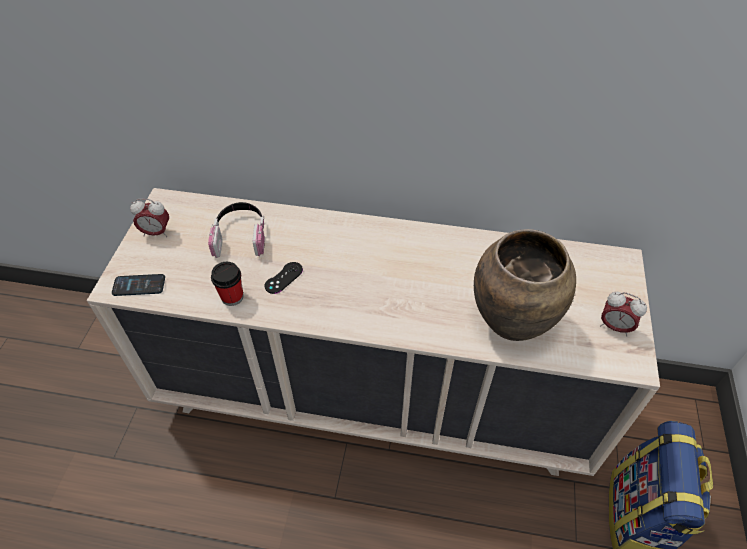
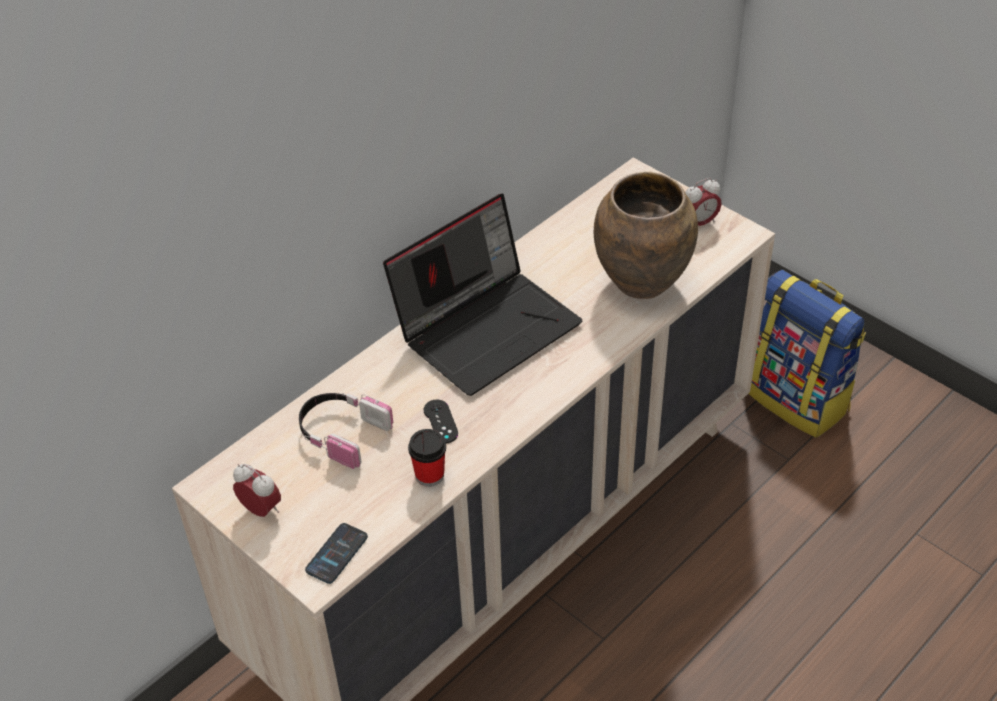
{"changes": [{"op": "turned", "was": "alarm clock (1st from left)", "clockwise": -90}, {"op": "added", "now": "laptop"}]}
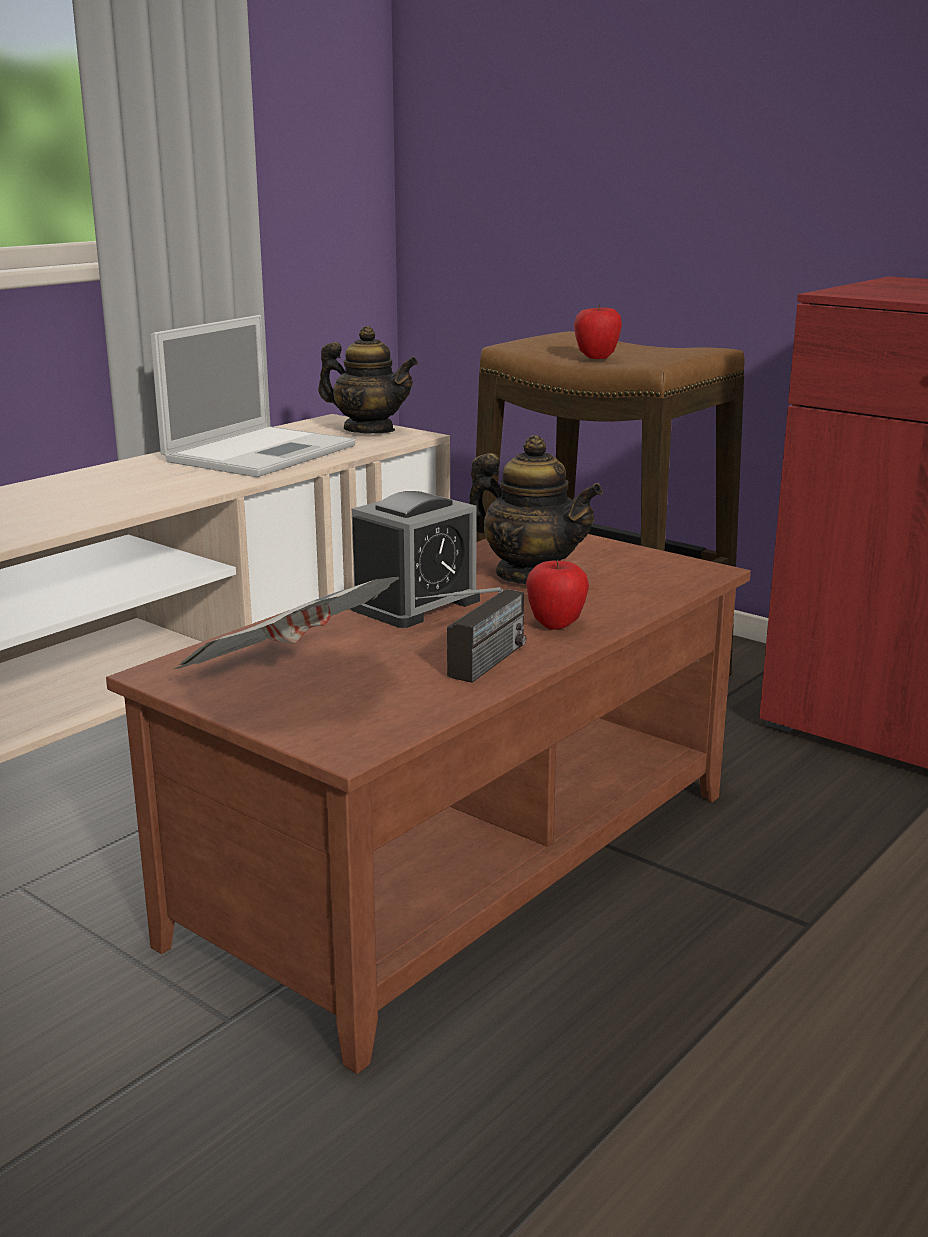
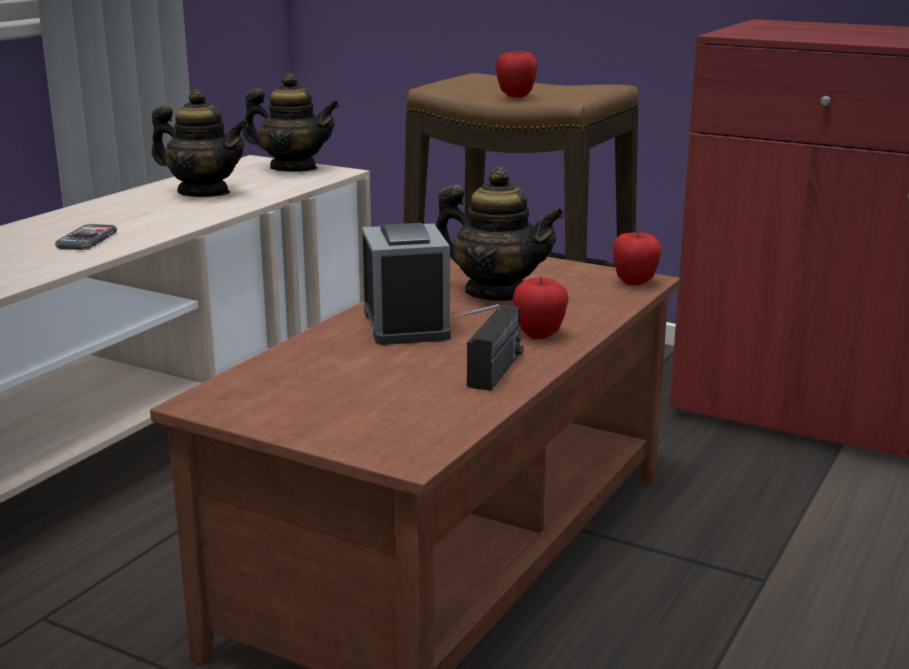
{"changes": [{"op": "added", "now": "handset"}, {"op": "replaced", "was": "laptop", "now": "pot for tea (1st from left)"}, {"op": "turned", "was": "alarm clock", "clockwise": -45}, {"op": "added", "now": "apple fruit (3rd from left)"}, {"op": "removed", "was": "daily paper"}]}
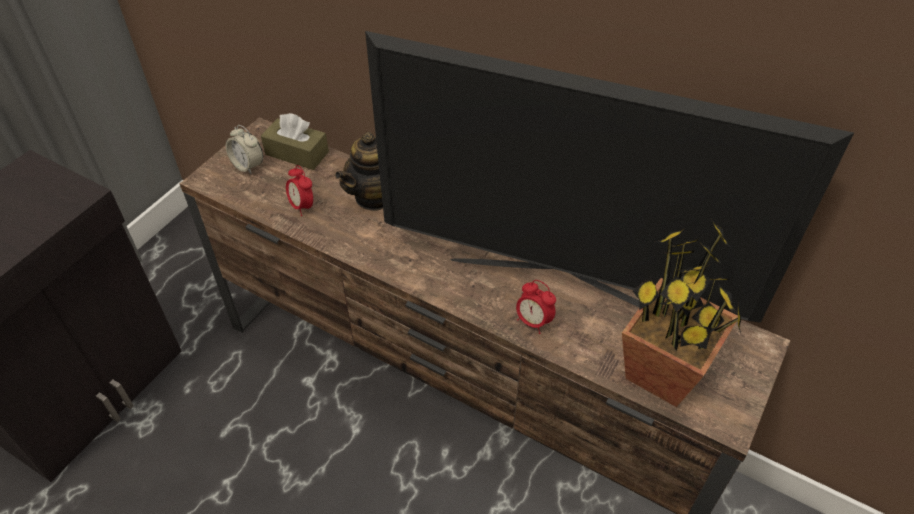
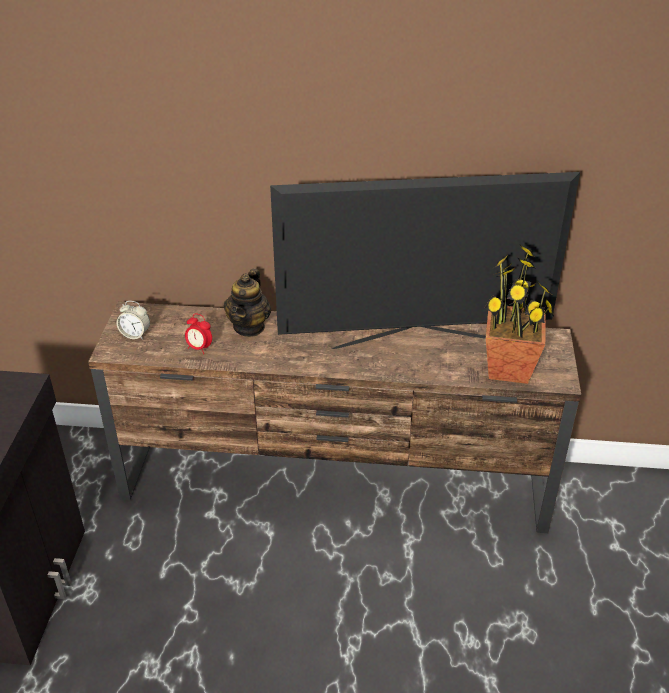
{"changes": [{"op": "removed", "was": "brown box of tissues"}, {"op": "removed", "was": "alarm clock (3rd from left)"}]}
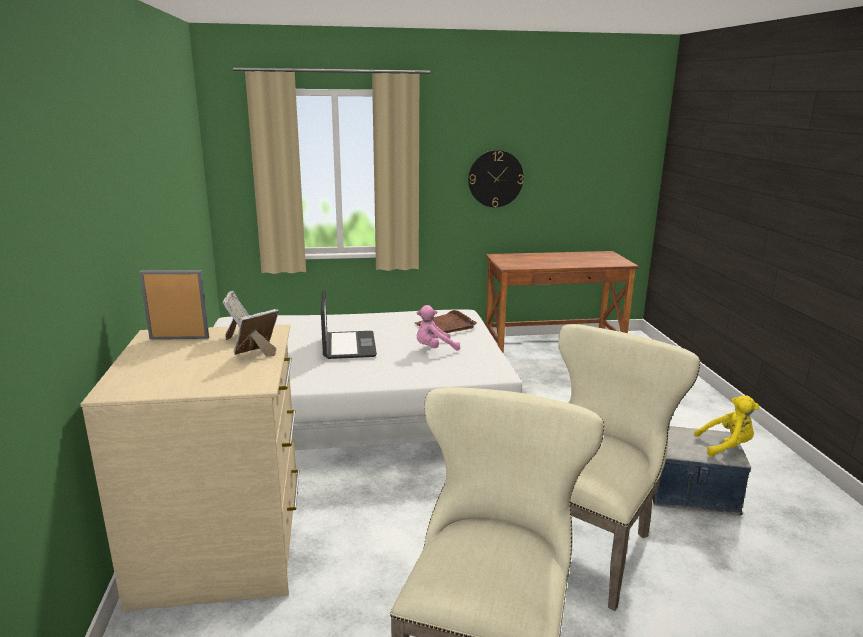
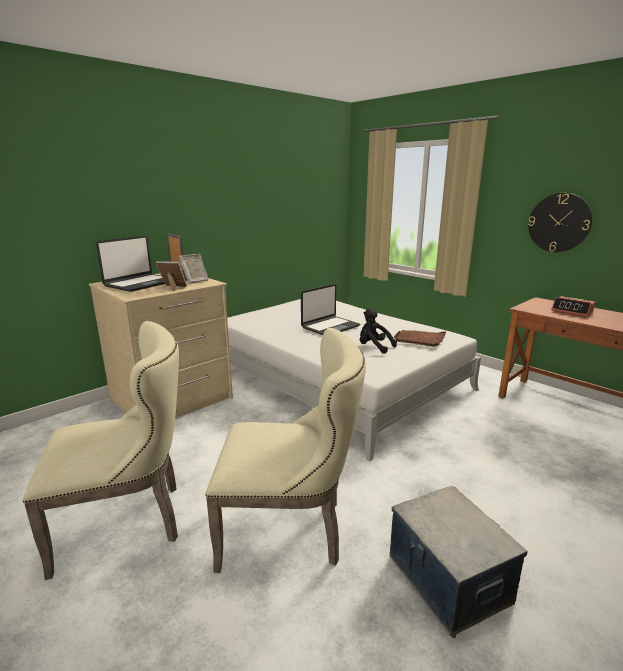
{"changes": [{"op": "added", "now": "laptop (1st from left)"}, {"op": "recoloured", "was": "pink soft toy", "now": "blackish soft toy"}, {"op": "added", "now": "alarm clock"}, {"op": "removed", "was": "yellow-coloured soft toy"}]}
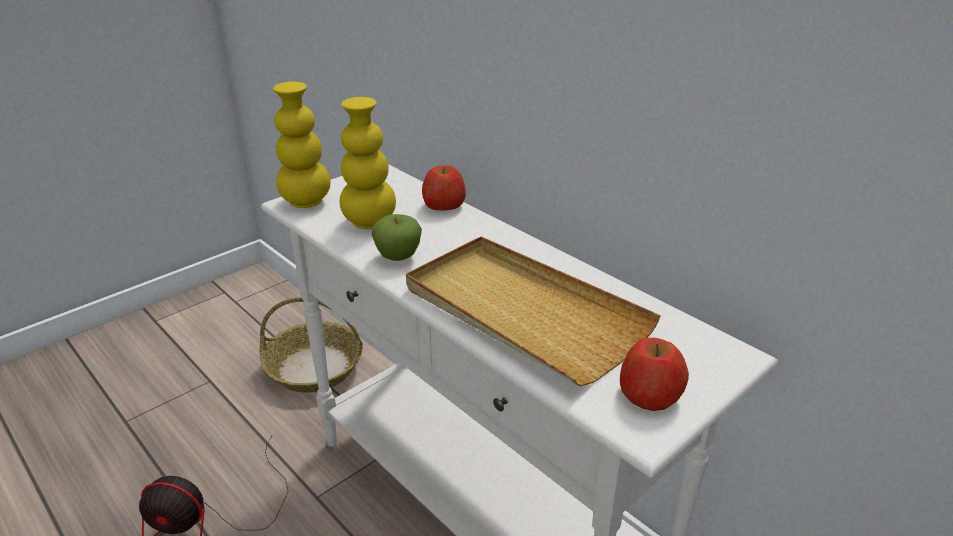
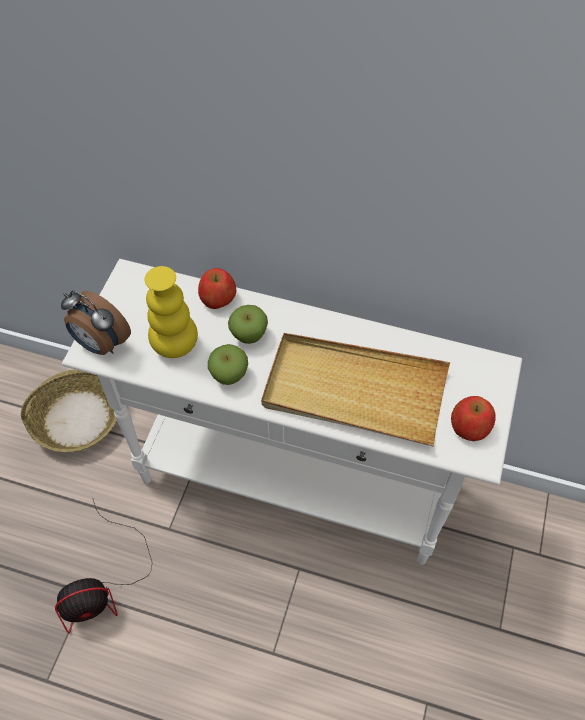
{"changes": [{"op": "replaced", "was": "yellow-coloured vase (1st from left)", "now": "alarm clock"}, {"op": "added", "now": "apple fruit (3rd from left)"}]}
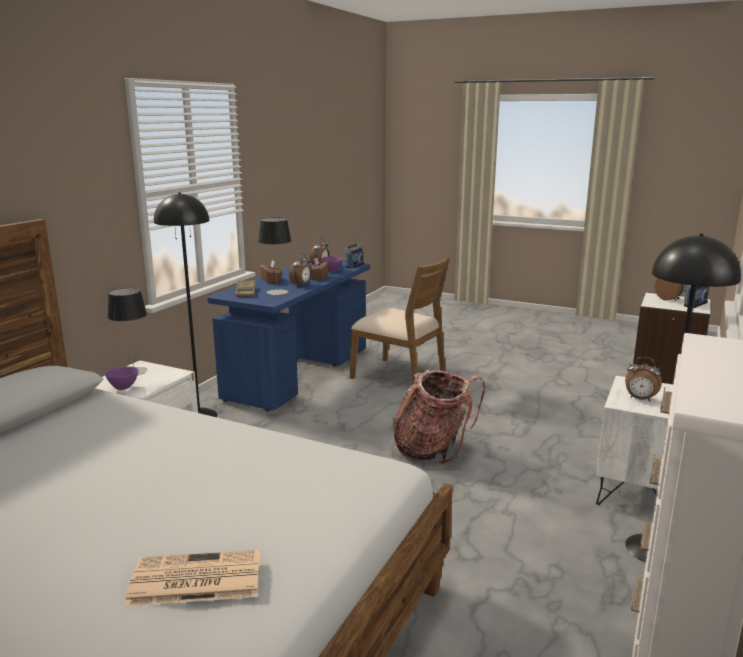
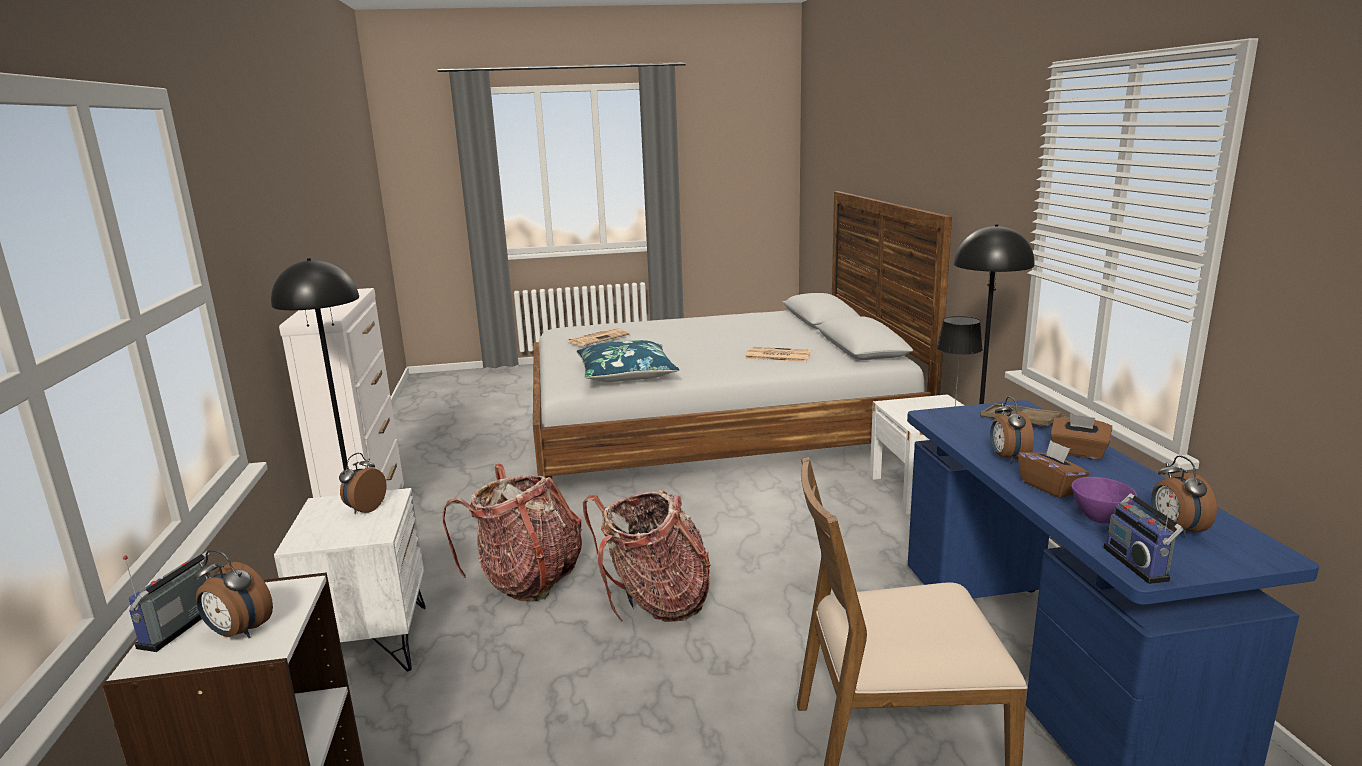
{"changes": [{"op": "turned", "was": "alarm clock (3rd from left in the first image)", "clockwise": -60}, {"op": "added", "now": "rucksack (1st from left)"}, {"op": "added", "now": "bluish pillow"}, {"op": "added", "now": "daily paper (2nd from left)"}, {"op": "removed", "was": "purple deep dish (1st from left)"}, {"op": "removed", "was": "tabletop lamp (2nd from left)"}]}
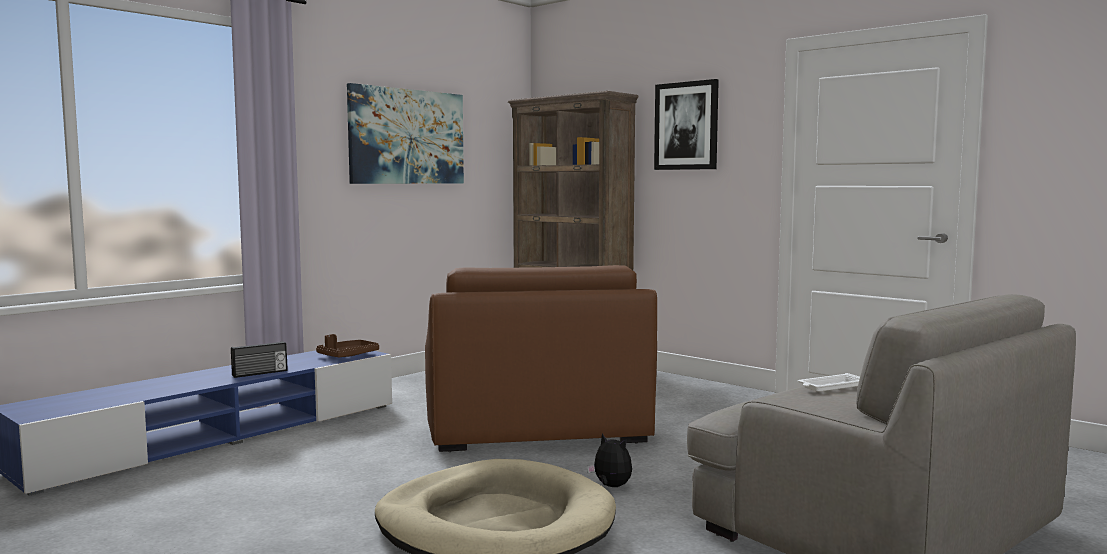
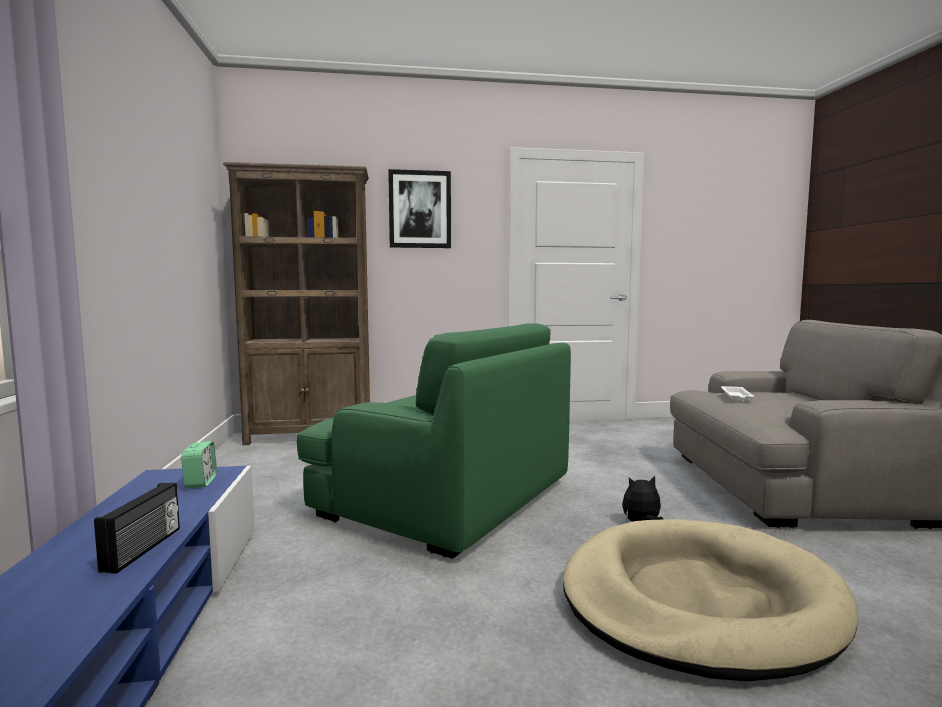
{"changes": [{"op": "replaced", "was": "brown tray", "now": "alarm clock"}, {"op": "recoloured", "was": "brown lounge chair", "now": "green-coloured lounge chair"}, {"op": "removed", "was": "wall art (1st from left)"}]}
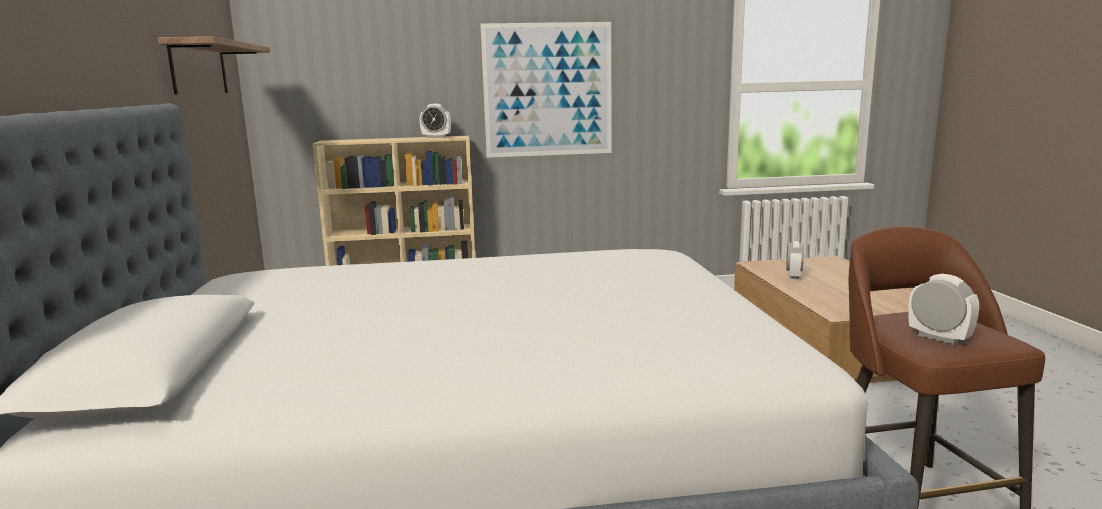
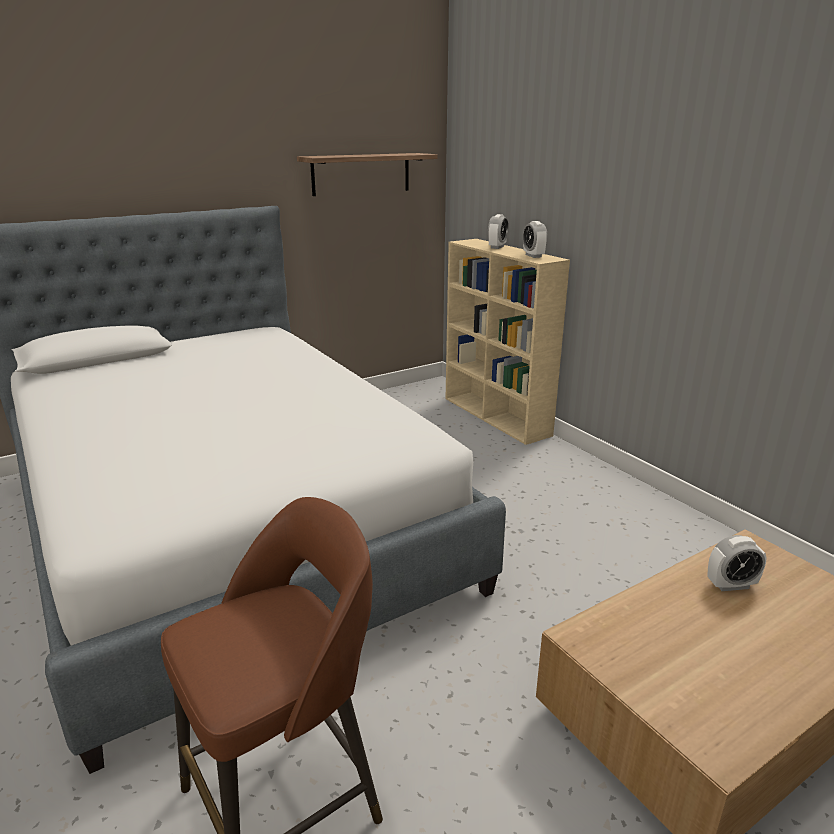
{"changes": [{"op": "moved", "was": "alarm clock (3rd from left in the first image)", "now": "alarm clock (1st from left)"}, {"op": "removed", "was": "wall art"}]}
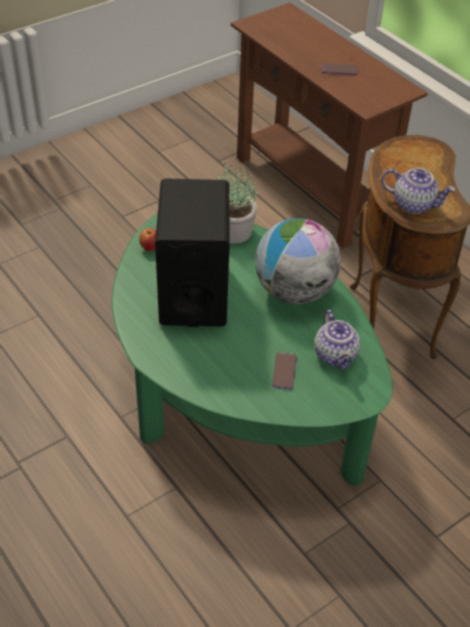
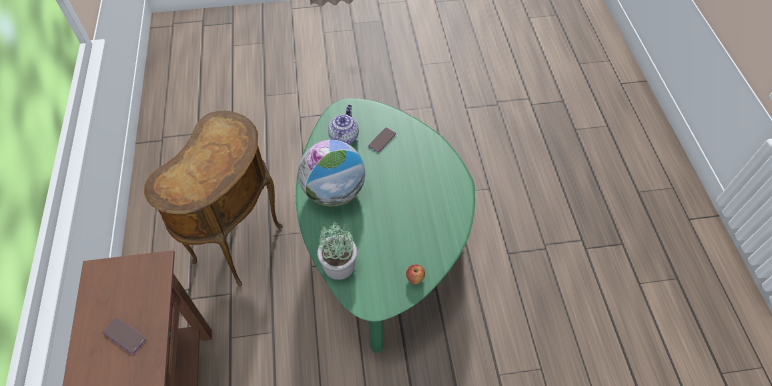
{"changes": [{"op": "removed", "was": "blackish audio speaker"}, {"op": "removed", "was": "pot for tea (2nd from left)"}]}
